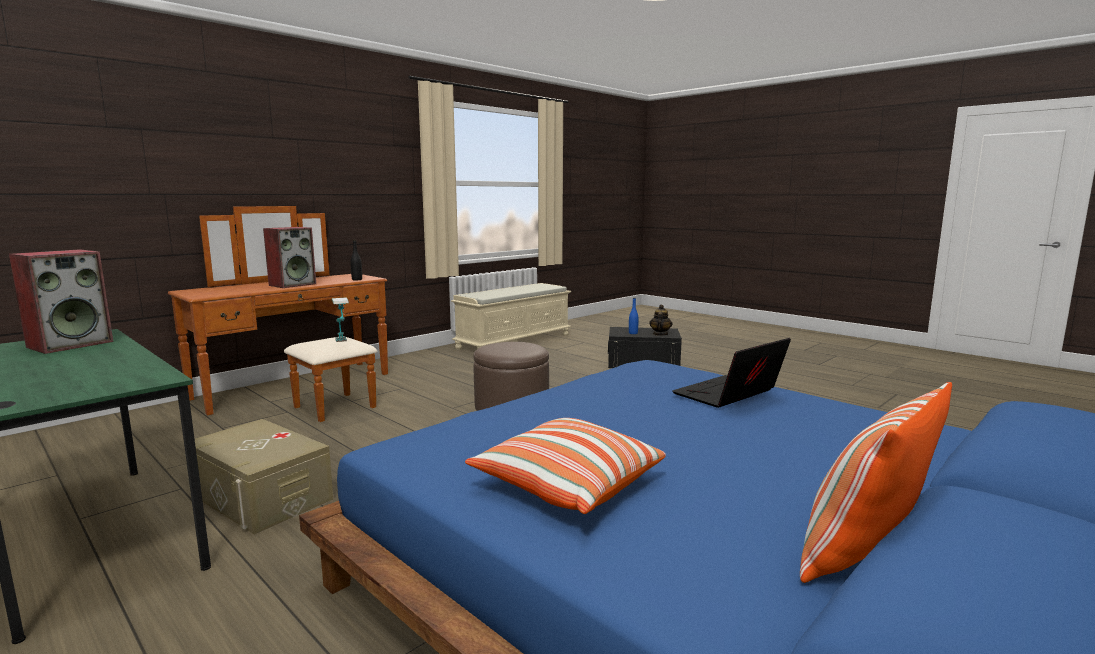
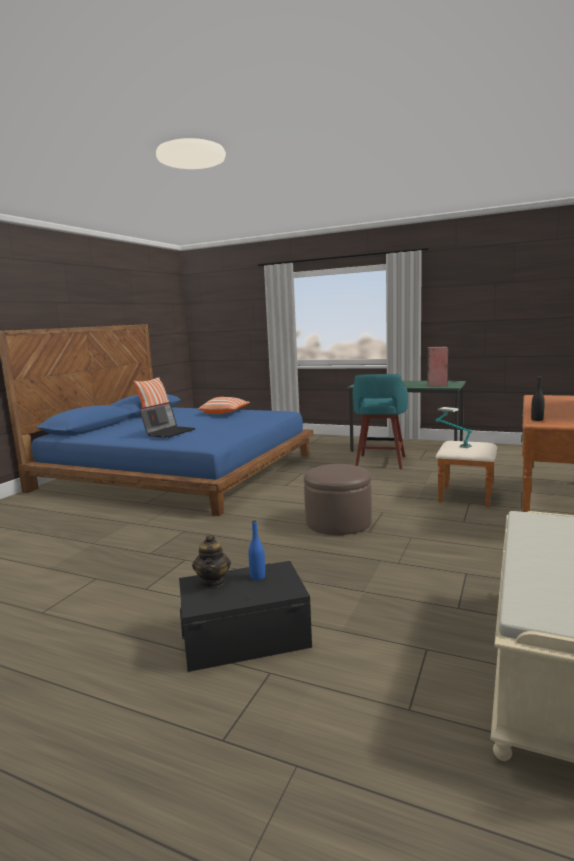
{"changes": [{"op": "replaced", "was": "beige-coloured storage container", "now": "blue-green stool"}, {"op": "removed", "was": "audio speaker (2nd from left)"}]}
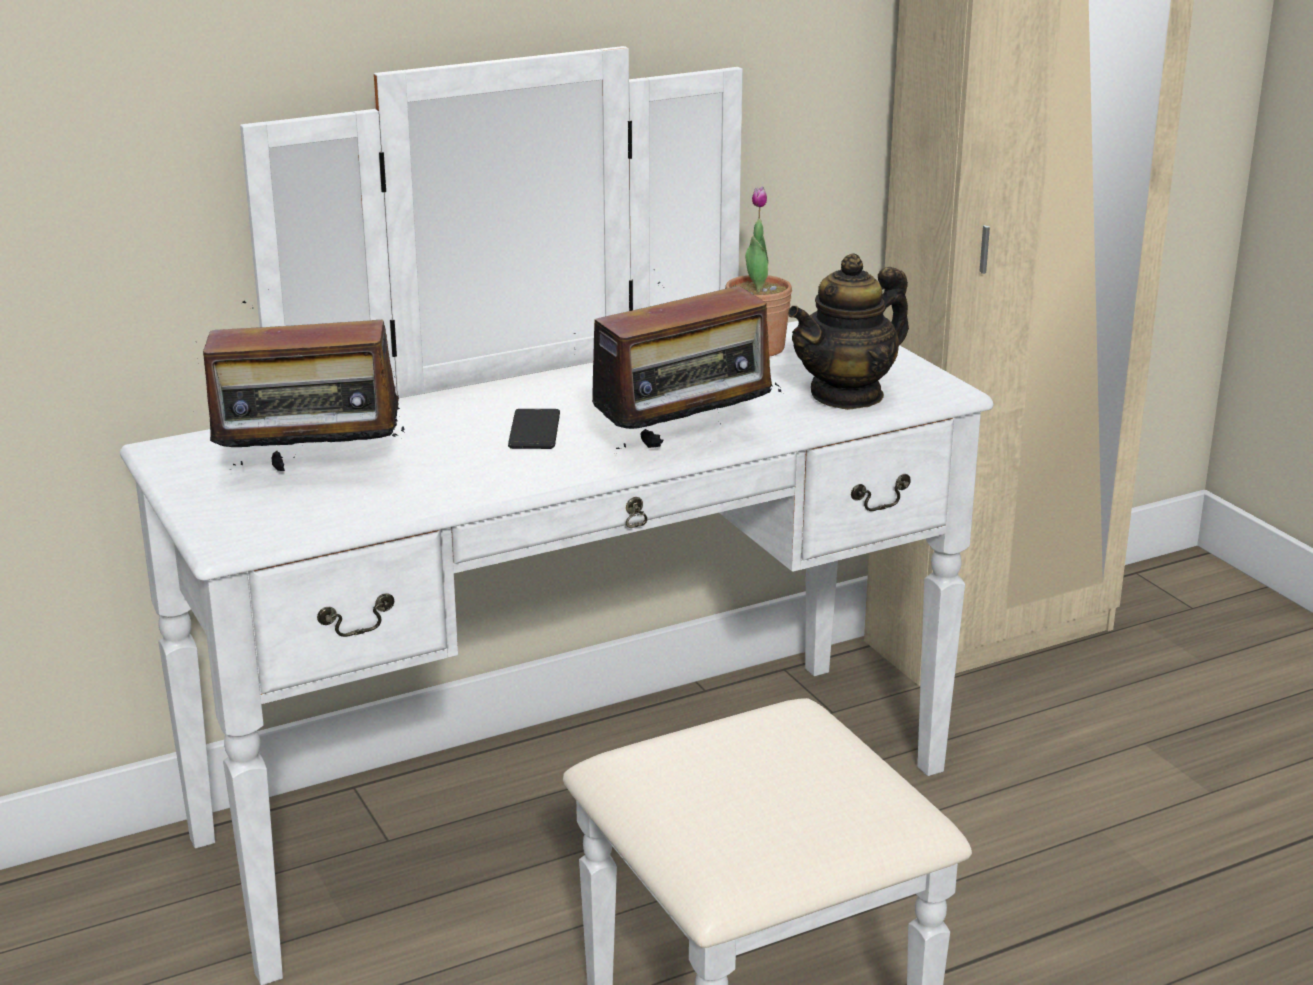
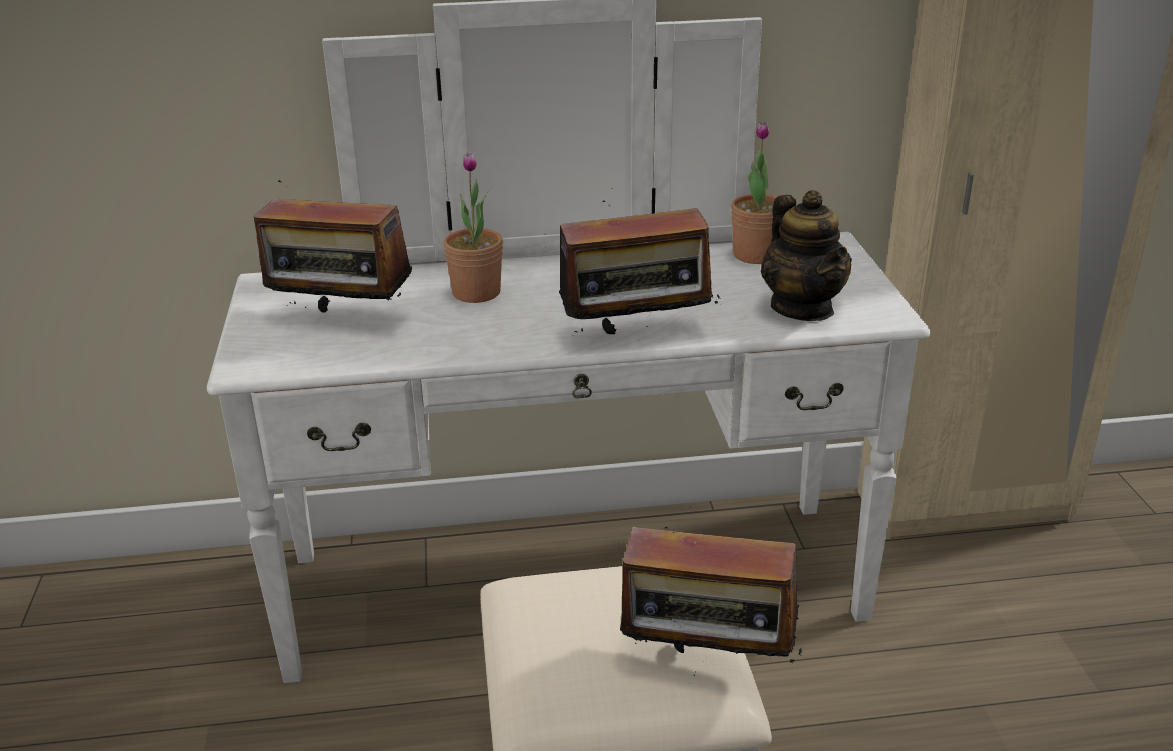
{"changes": [{"op": "added", "now": "plant in a pot (1st from left)"}, {"op": "added", "now": "radio set (3rd from left)"}, {"op": "turned", "was": "pot for tea", "clockwise": -90}, {"op": "removed", "was": "handset"}]}
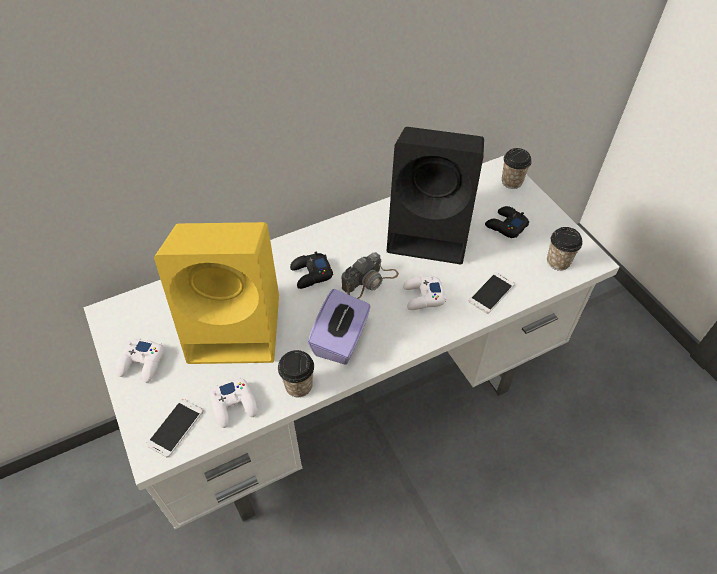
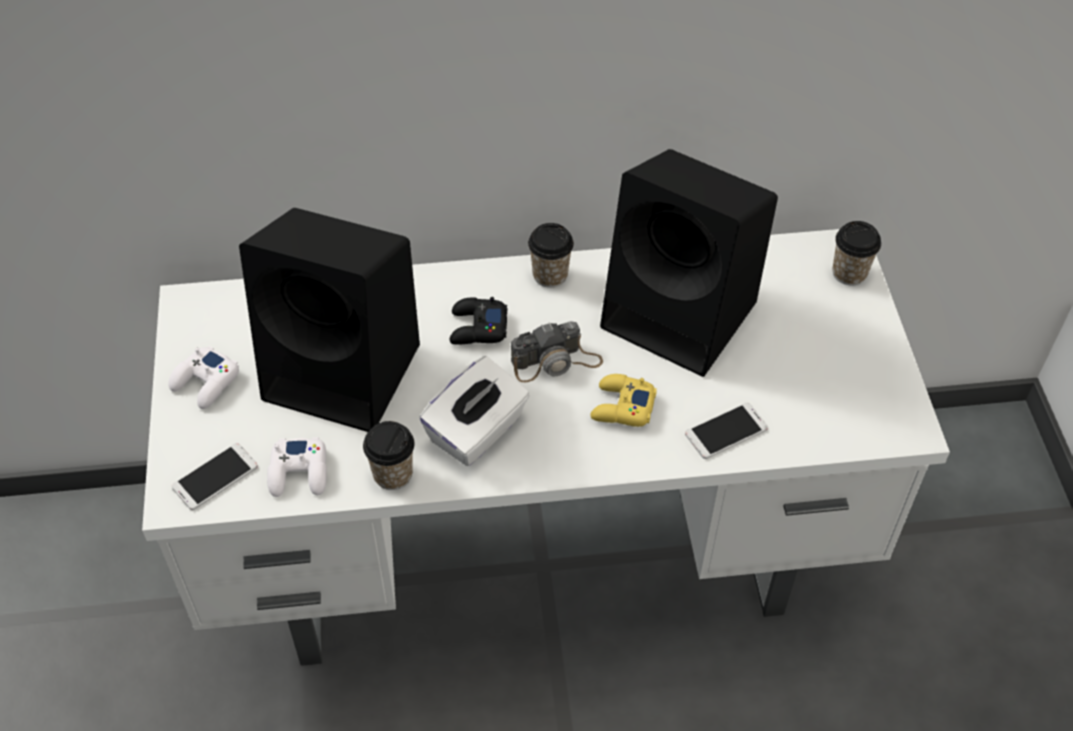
{"changes": [{"op": "recoloured", "was": "yellow-coloured audio speaker", "now": "blackish audio speaker (1st from left)"}, {"op": "recoloured", "was": "purple box of tissues", "now": "white-coloured box of tissues"}, {"op": "moved", "was": "small cup (3rd from left in the first image)", "now": "small cup (2nd from left)"}, {"op": "recoloured", "was": "white-coloured game controller (3rd from left)", "now": "yellow-coloured game controller"}, {"op": "removed", "was": "blackish game controller (2nd from left)"}]}
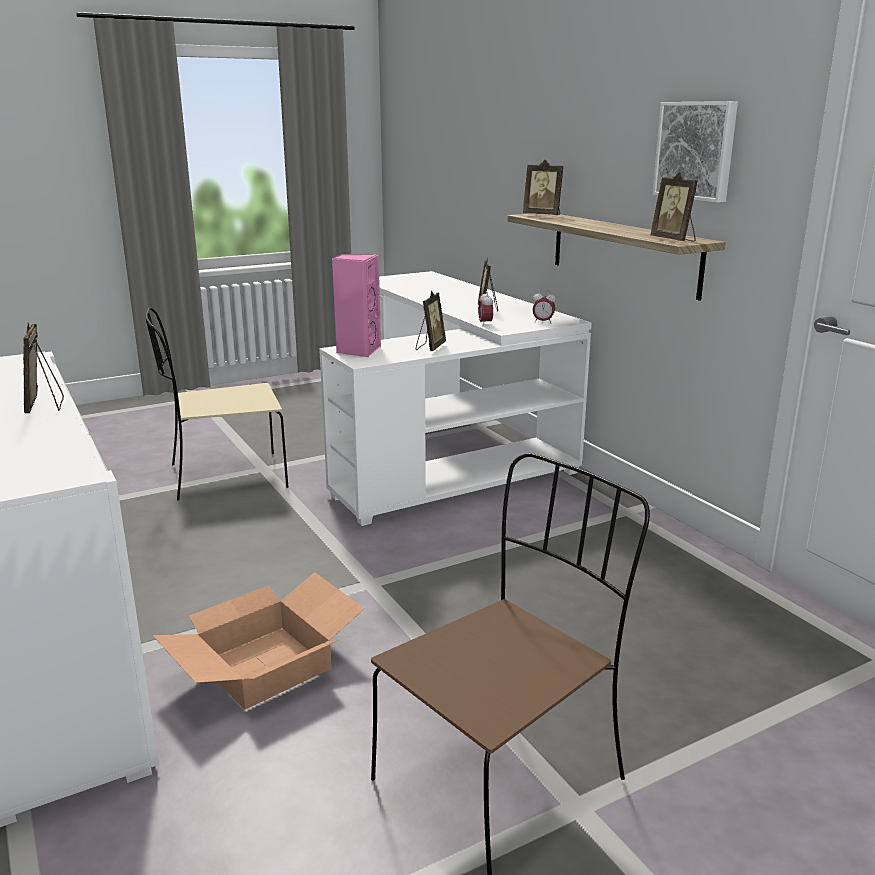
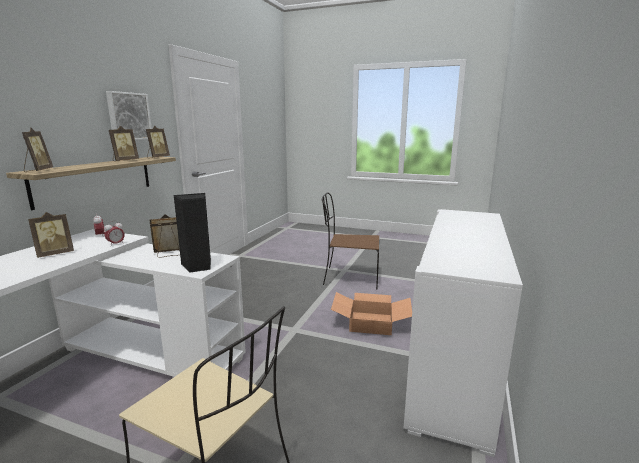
{"changes": [{"op": "moved", "was": "picture frame (1st from left in the first image)", "now": "picture frame (3rd from left)"}, {"op": "recoloured", "was": "pink audio speaker", "now": "blackish audio speaker"}]}
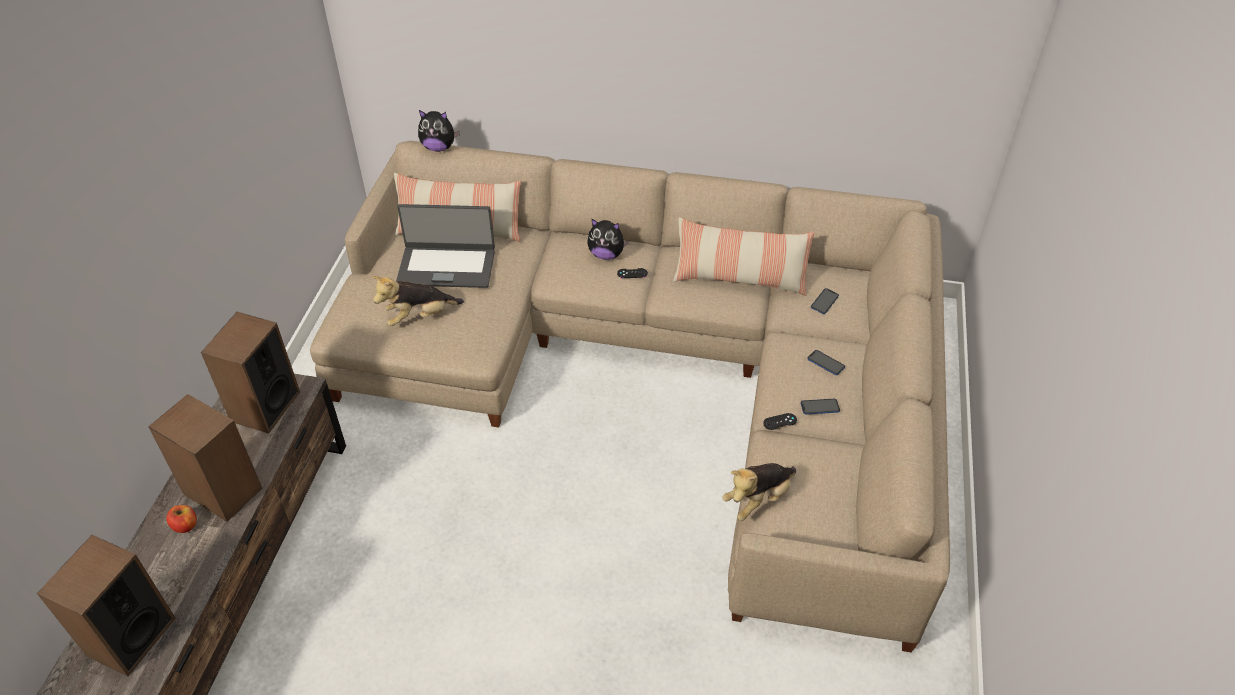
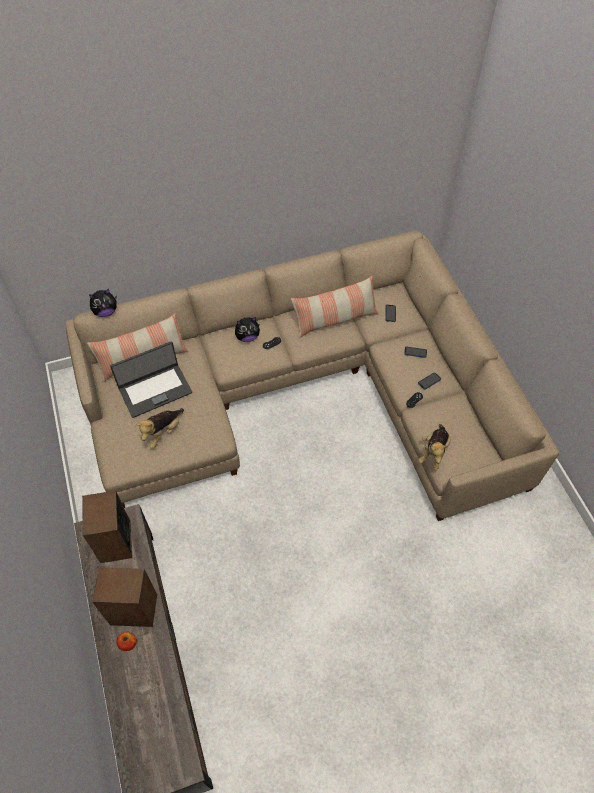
{"changes": [{"op": "removed", "was": "audio speaker (1st from left)"}]}
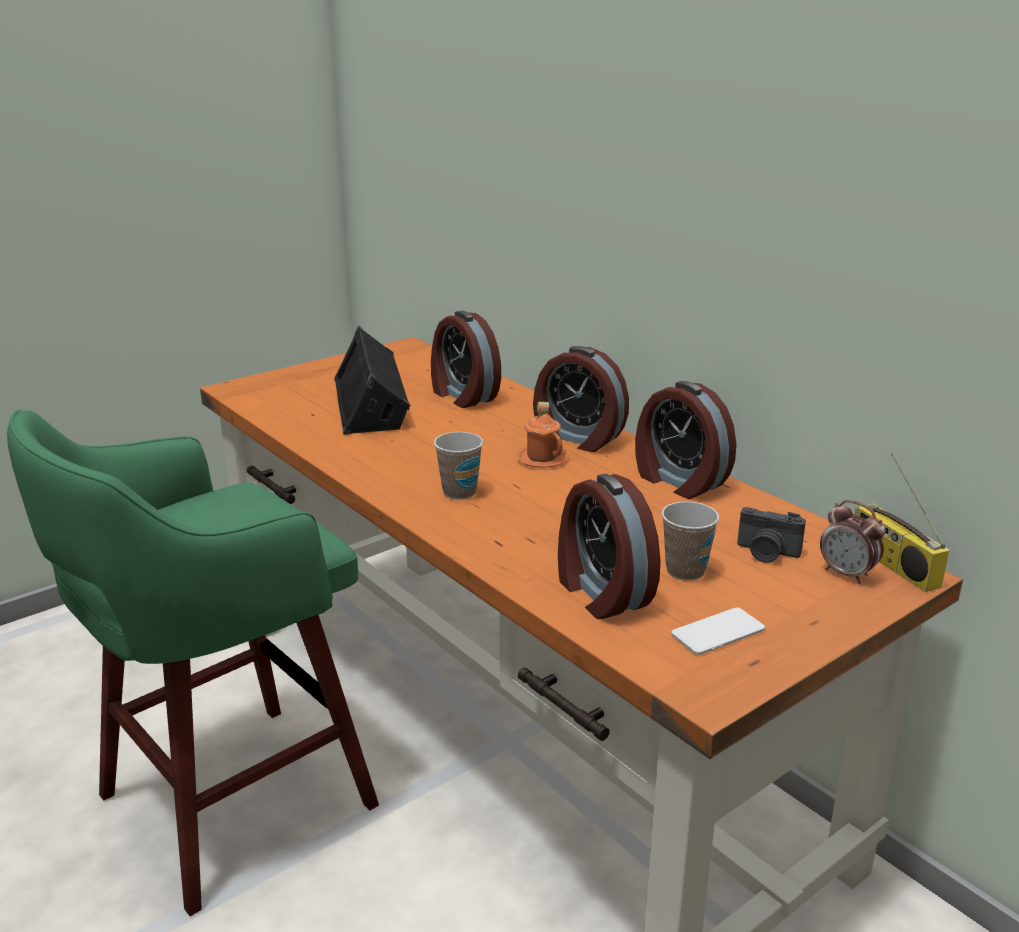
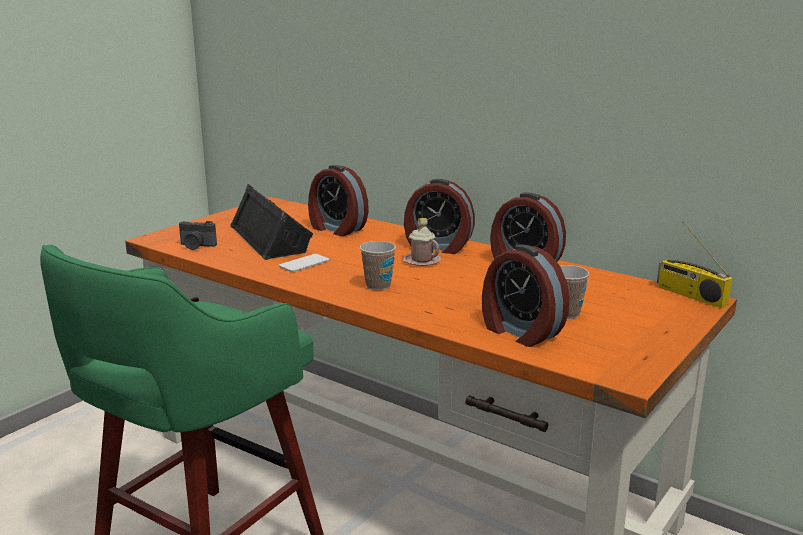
{"changes": [{"op": "moved", "was": "still camera"}, {"op": "moved", "was": "handset"}, {"op": "recoloured", "was": "orangey coffee mug", "now": "pink coffee mug"}, {"op": "removed", "was": "alarm clock (5th from left)"}]}
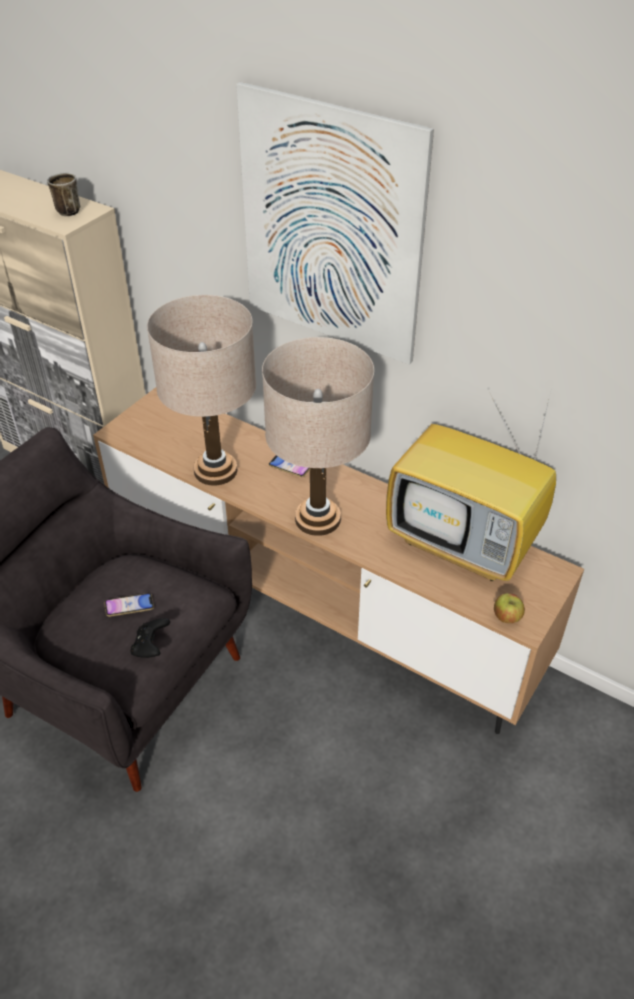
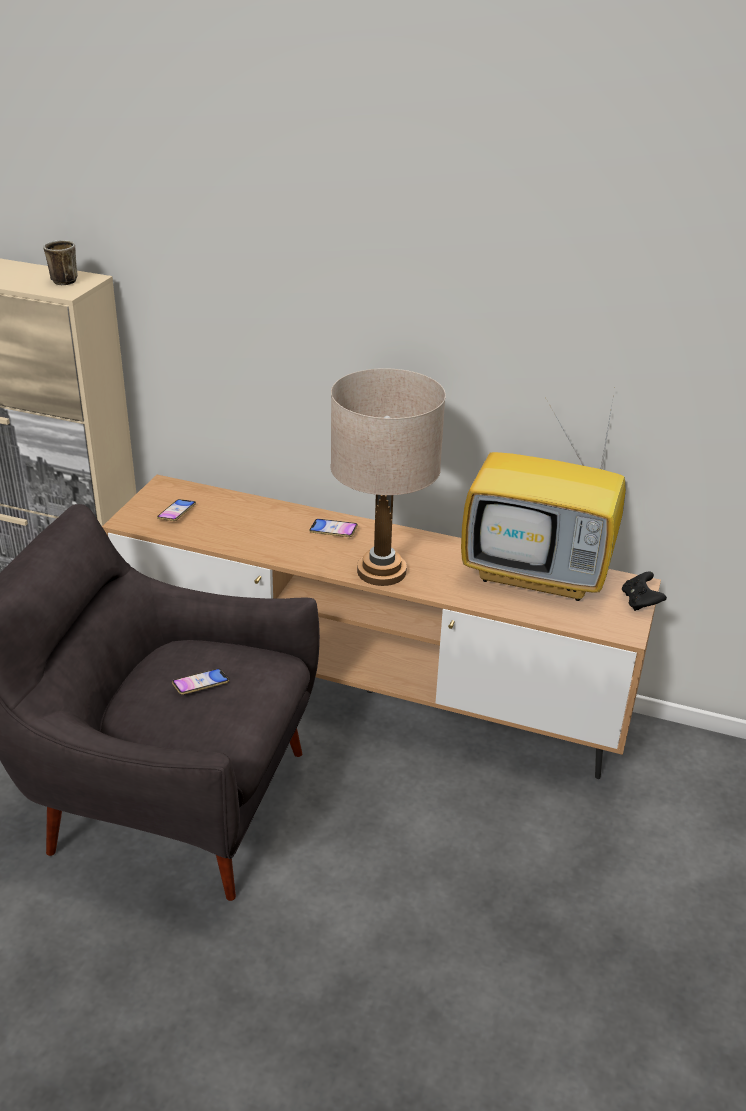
{"changes": [{"op": "added", "now": "handset (1st from left)"}, {"op": "moved", "was": "blackish game controller"}, {"op": "removed", "was": "beige-coloured tabletop lamp (1st from left)"}, {"op": "removed", "was": "wall art"}, {"op": "removed", "was": "apple fruit"}]}
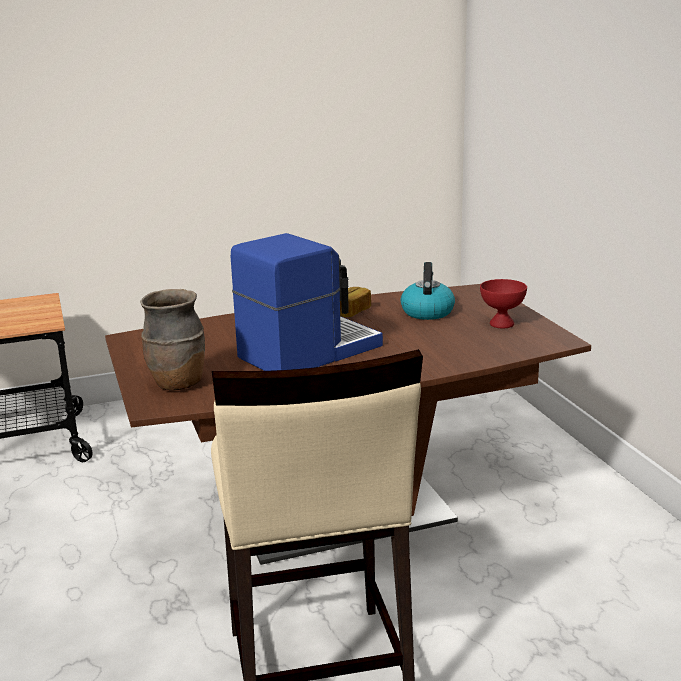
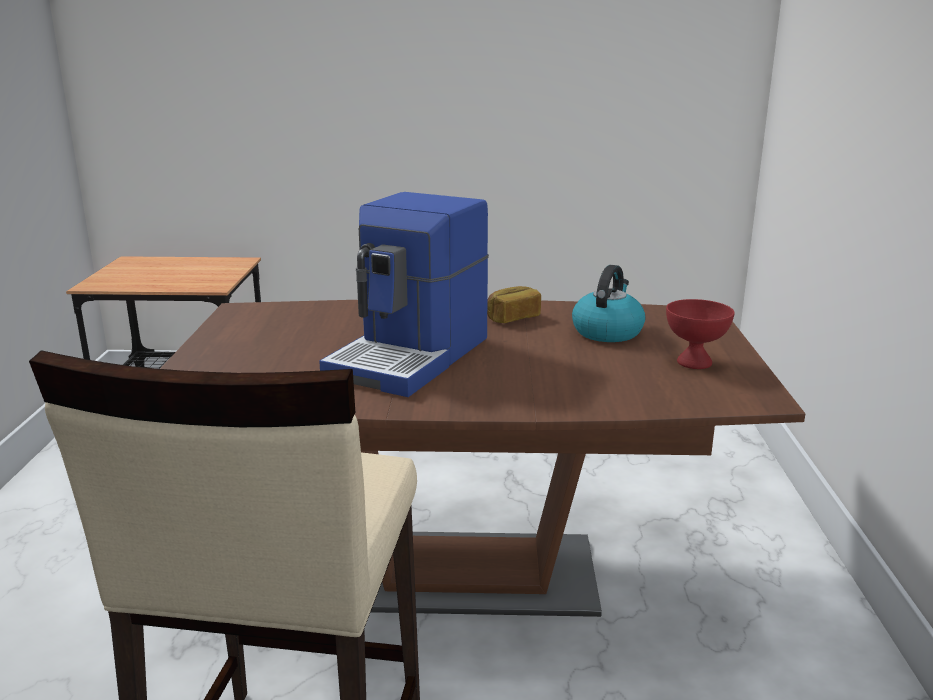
{"changes": [{"op": "turned", "was": "coffee machine", "clockwise": 135}, {"op": "removed", "was": "brown vase"}]}
